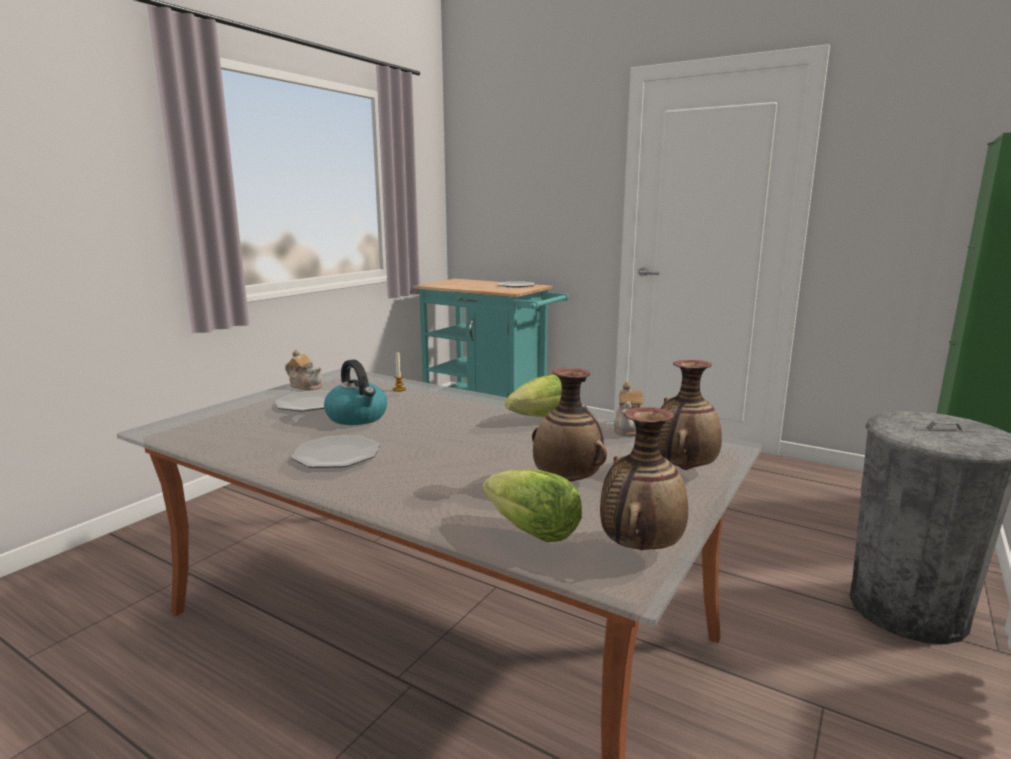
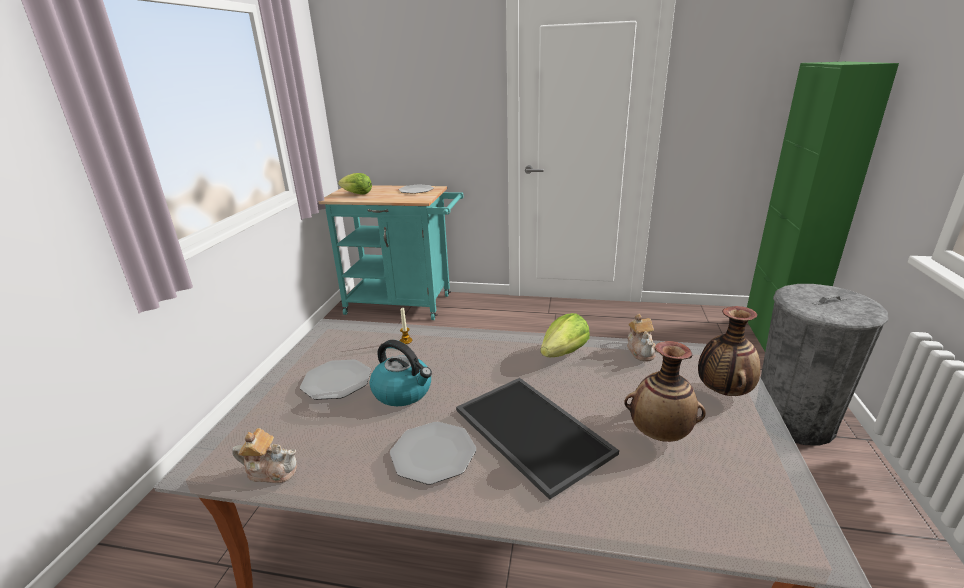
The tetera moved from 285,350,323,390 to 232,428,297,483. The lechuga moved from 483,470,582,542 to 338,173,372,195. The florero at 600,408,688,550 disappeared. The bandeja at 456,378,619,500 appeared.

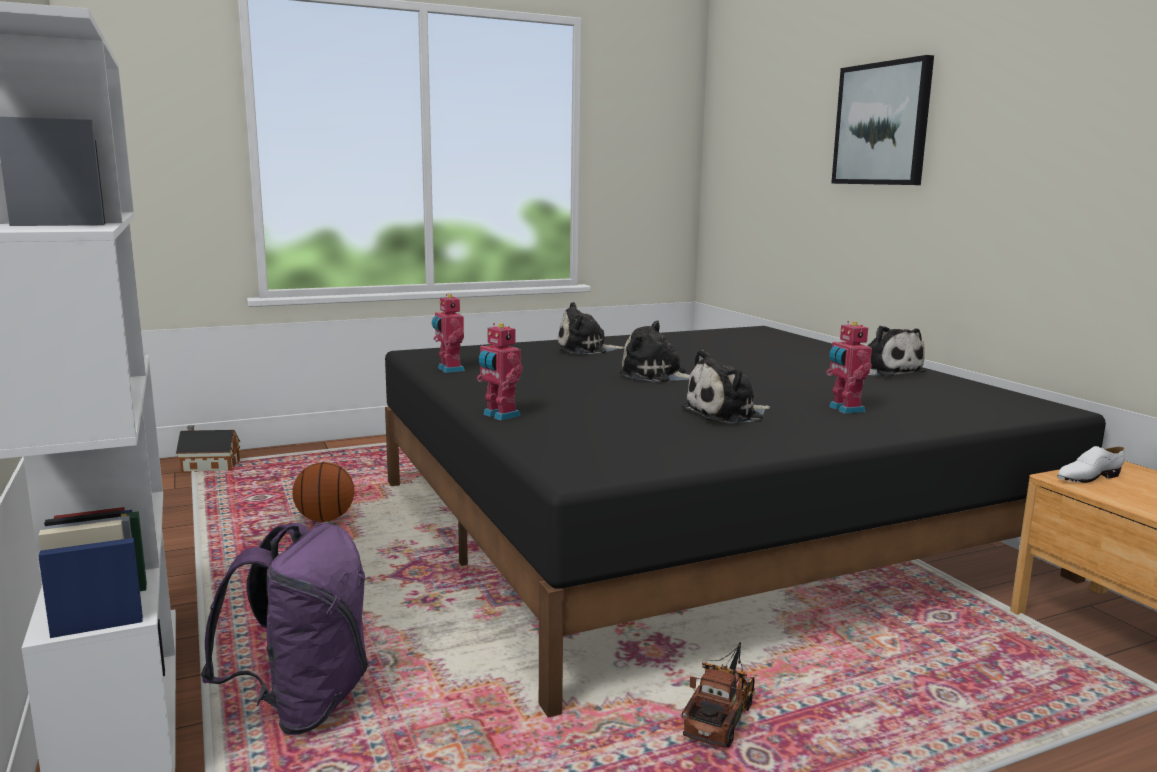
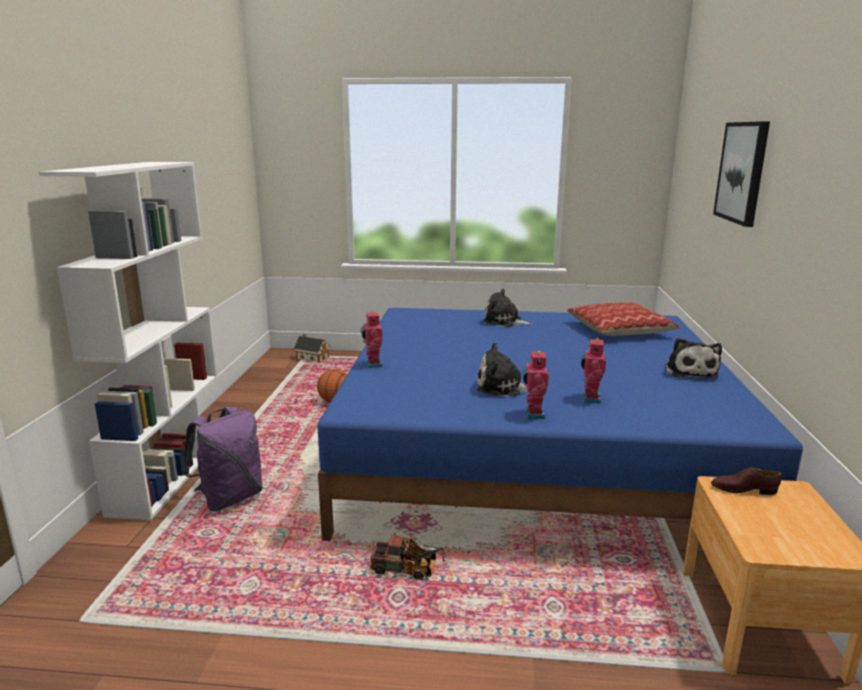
The cama [negro] at 385,326,1106,718 became the cama [azul] at 317,308,803,541. The robot de juguete moved from 432,294,465,373 to 522,349,549,419. The peluche at 619,321,690,382 disappeared. The camión de juguete at 682,642,755,748 turned 45 degrees clockwise. The zapato [blanco] at 1057,446,1125,483 became the zapato [marrón] at 711,467,782,495. The cojín at 567,302,681,336 appeared.

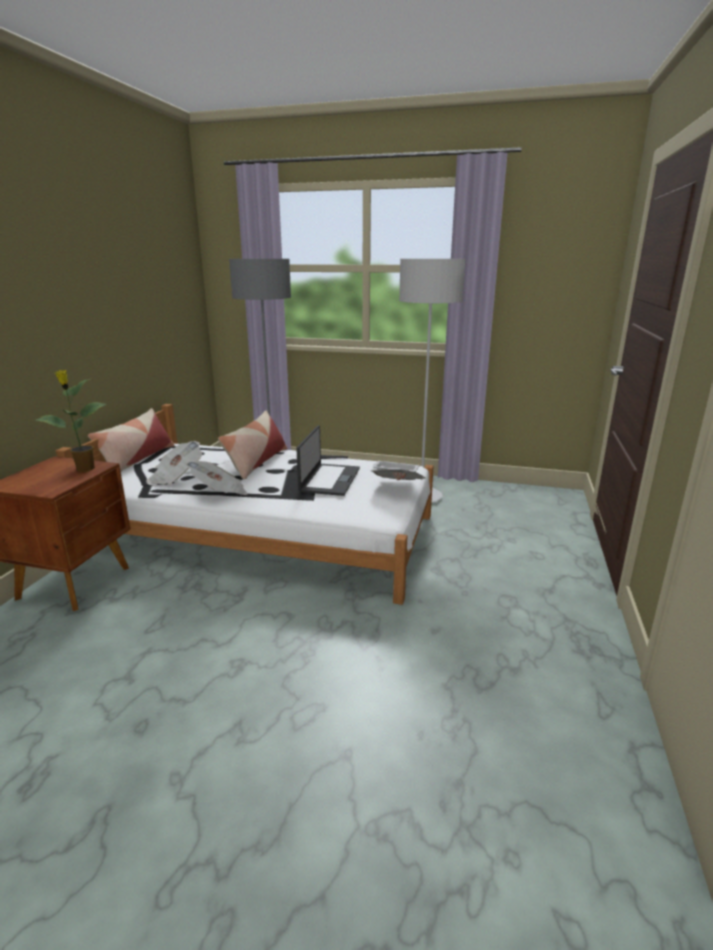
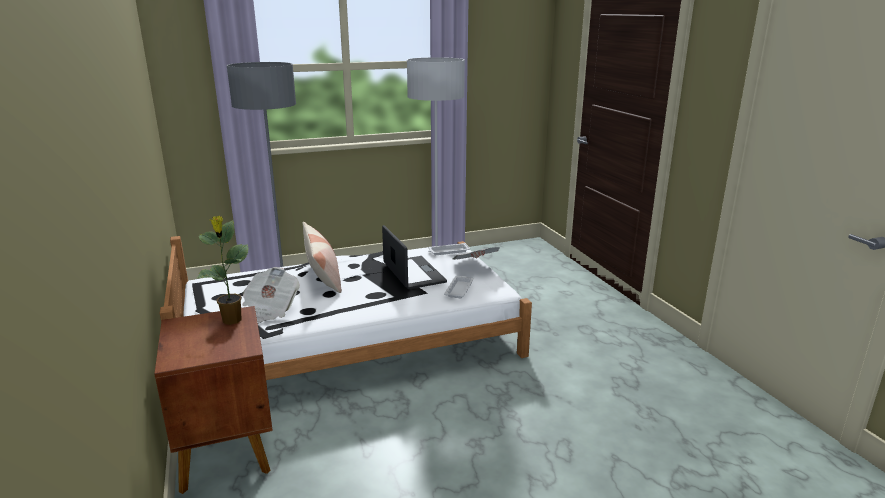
The cojín at 88,408,175,472 disappeared. The periódico at 185,461,248,495 disappeared. The bandeja [blanco] at 444,276,474,298 appeared.

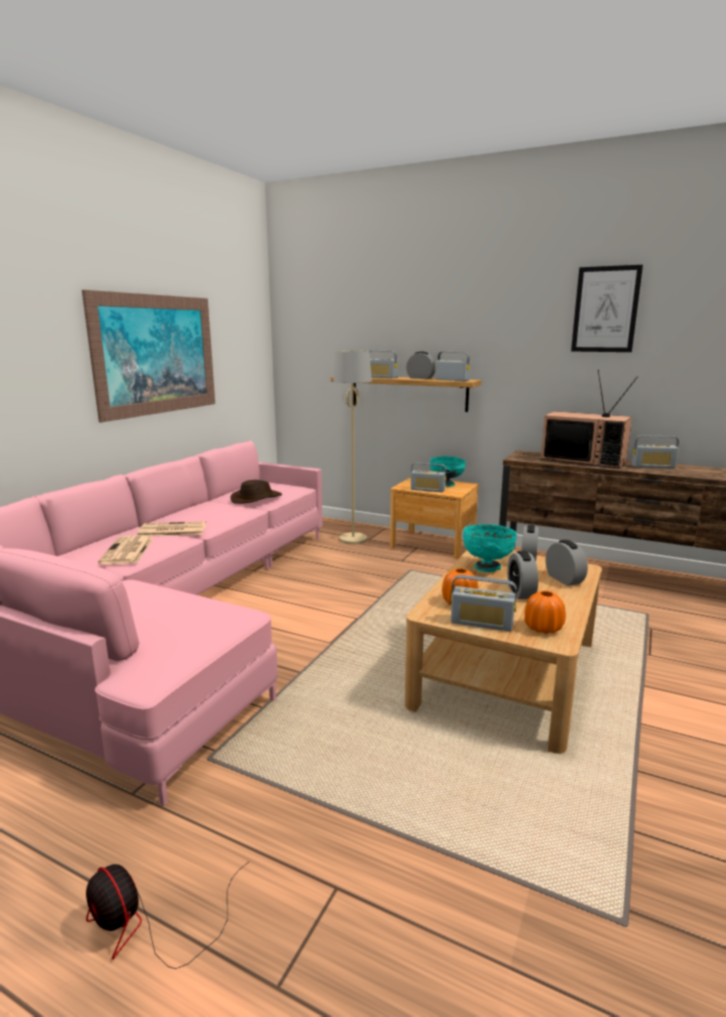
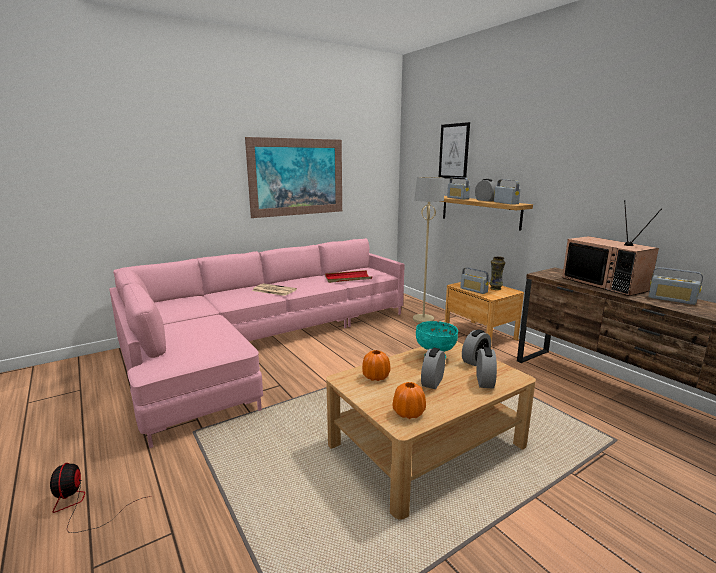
The periódico at 98,535,153,564 disappeared. The sombrero [marrón] at 230,480,282,504 was replaced by the bandeja [rojo] at 325,270,372,283. The cuenco [turquesa] at 430,456,466,486 was replaced by the florero at 489,257,505,290. The radio at 451,575,517,631 disappeared. The cuadro moved from 571,265,643,352 to 439,122,470,179.

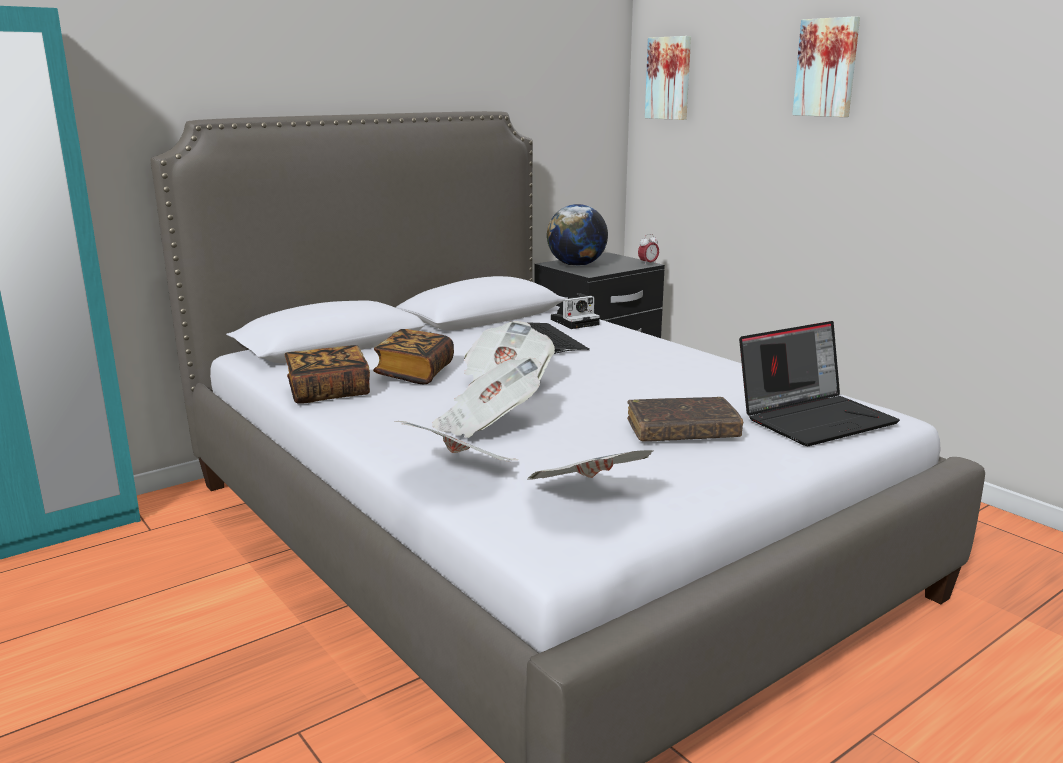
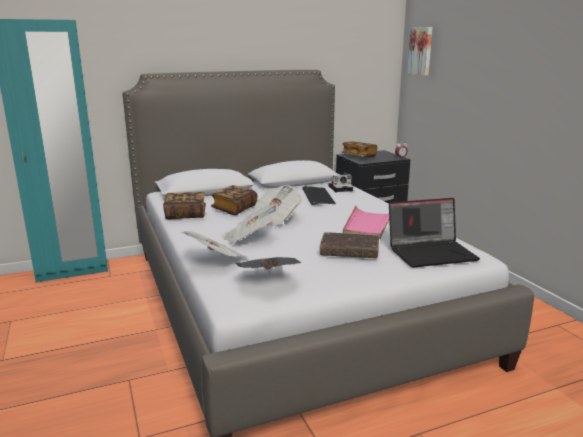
The globo terráqueo at 547,204,608,266 was replaced by the libro at 342,142,377,157. The cuadro at 792,16,860,117 disappeared. The bandeja [rosa] at 343,206,389,239 appeared.

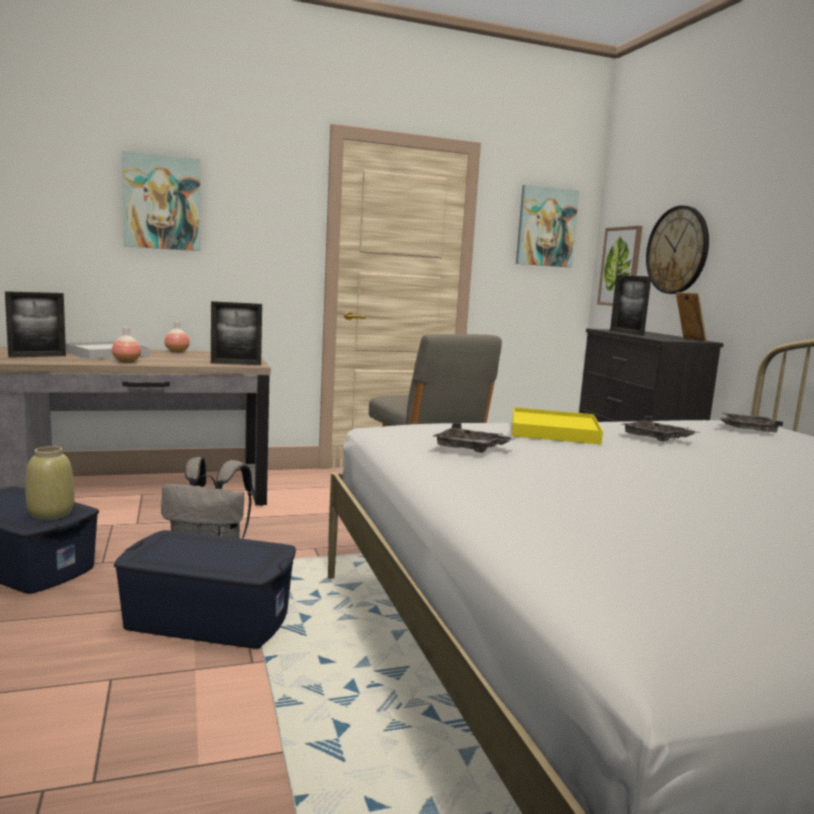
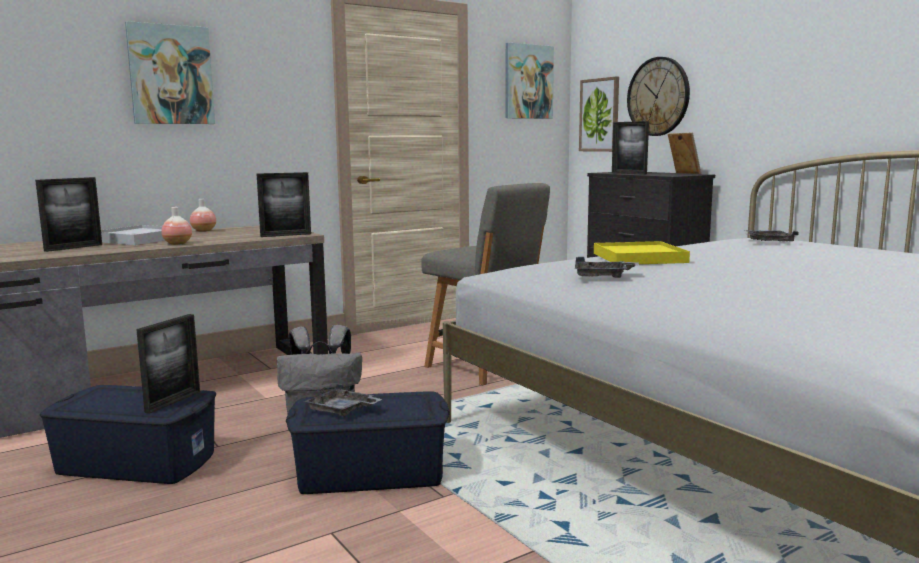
The florero [beis] at 25,446,74,520 was replaced by the portarretratos at 136,314,200,414. The bandeja [gris] moved from 621,416,700,442 to 304,384,382,416.

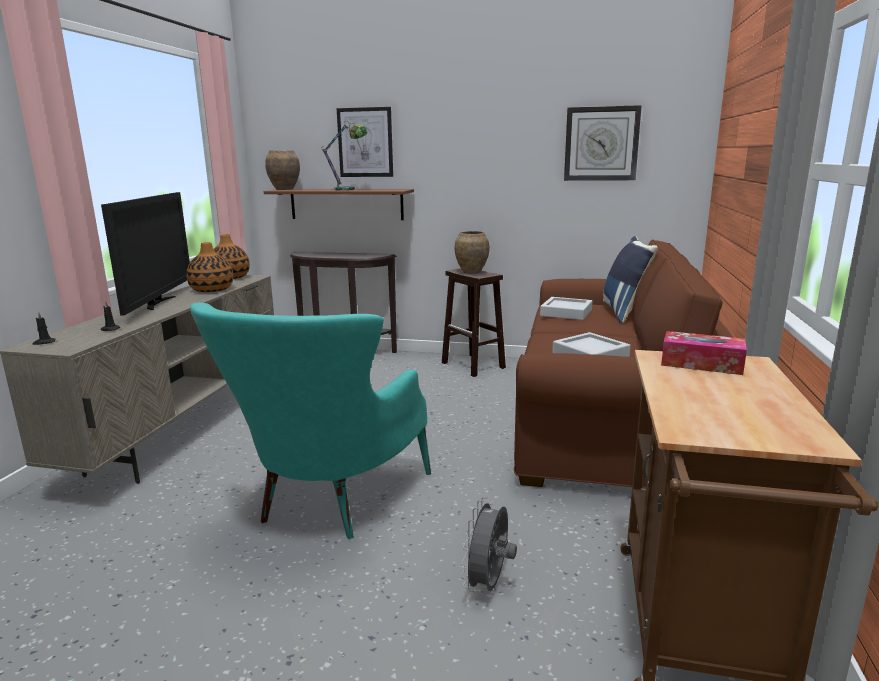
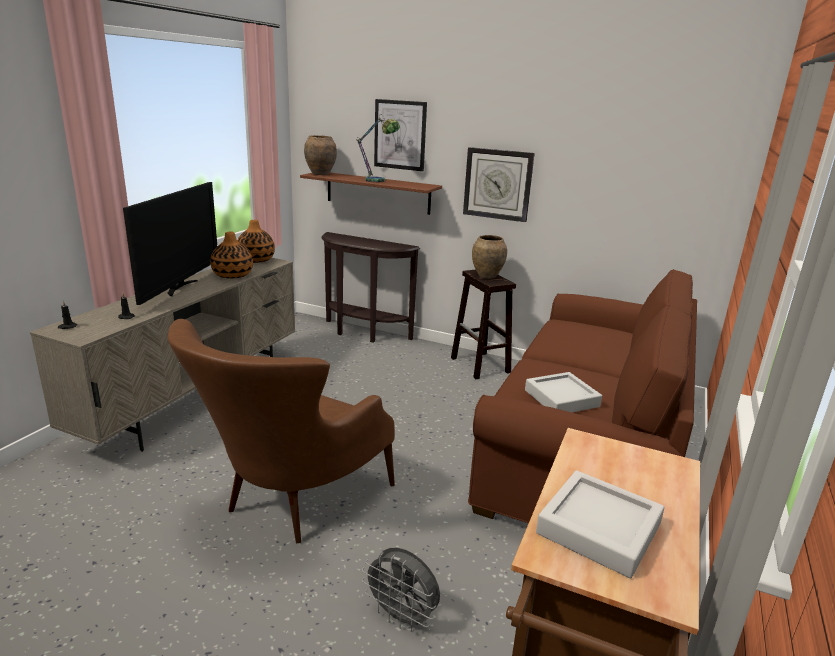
The sillón [turquesa] at 190,303,431,539 became the sillón [marrón] at 168,319,395,543. The ventilador [gris] at 461,497,517,592 turned 90 degrees counterclockwise. The bandeja [gris] moved from 540,297,592,320 to 536,470,664,578. The reloj de pared moved from 564,105,642,181 to 463,147,535,222. The cojín [azul] at 603,236,658,323 disappeared. The caja de pañuelos at 661,331,747,375 disappeared.

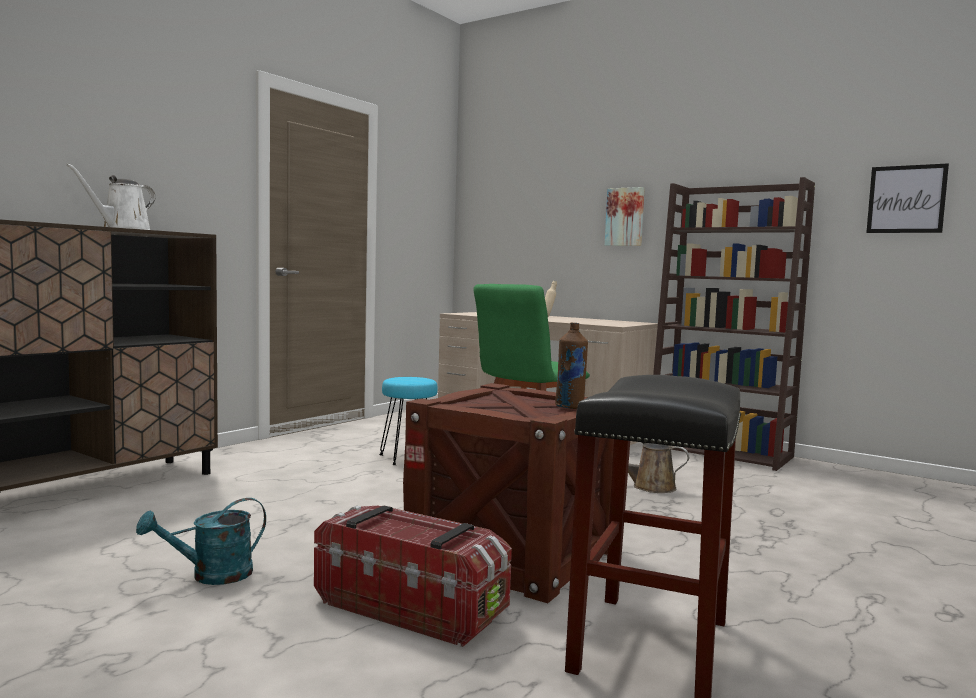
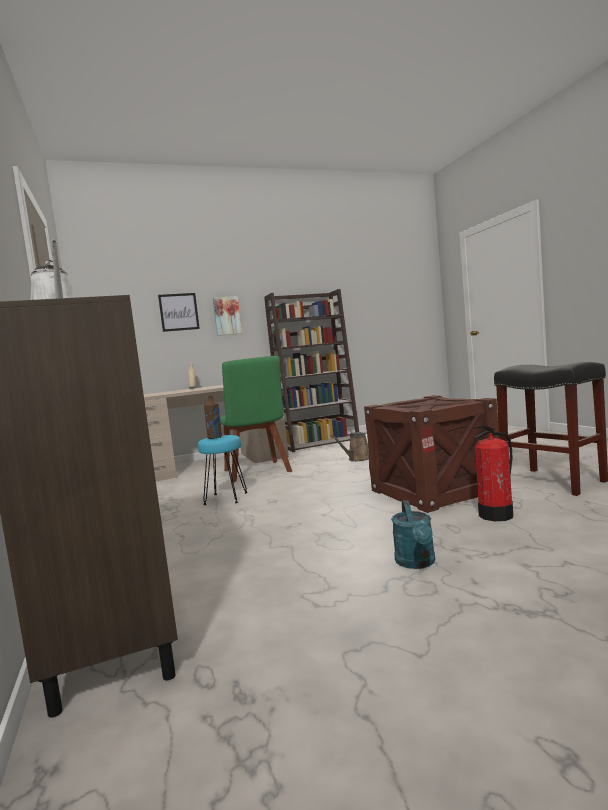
The caja de almacenaje at 314,506,512,647 was replaced by the extintor at 473,425,513,521. The botella [marrón] moved from 555,322,588,409 to 204,395,222,439. The cuadro moved from 866,163,949,233 to 158,293,200,332.

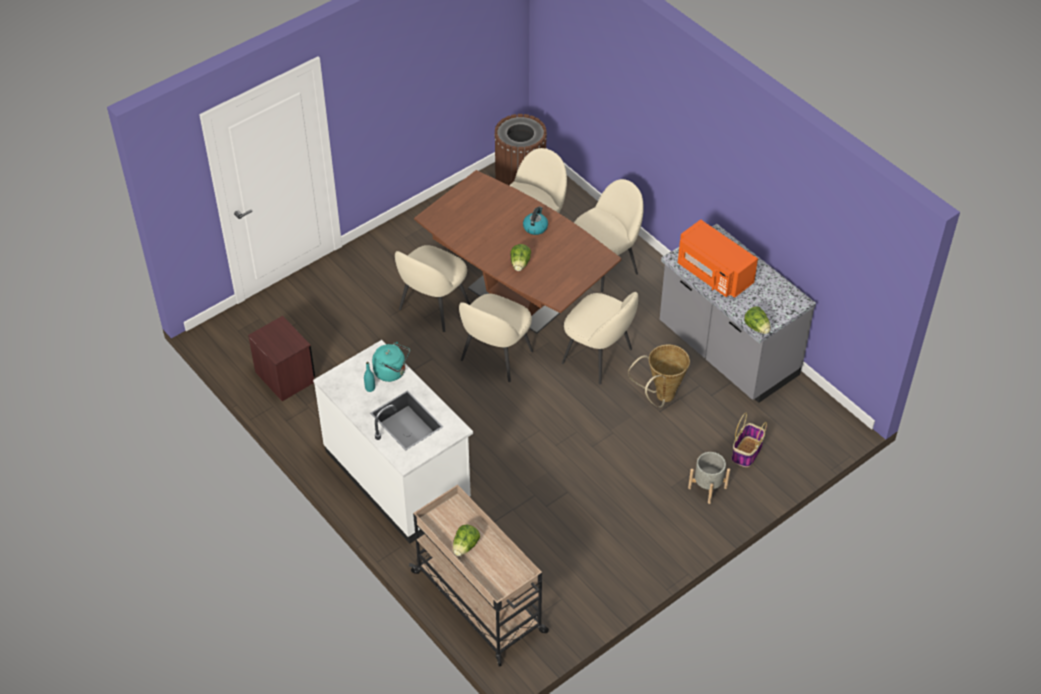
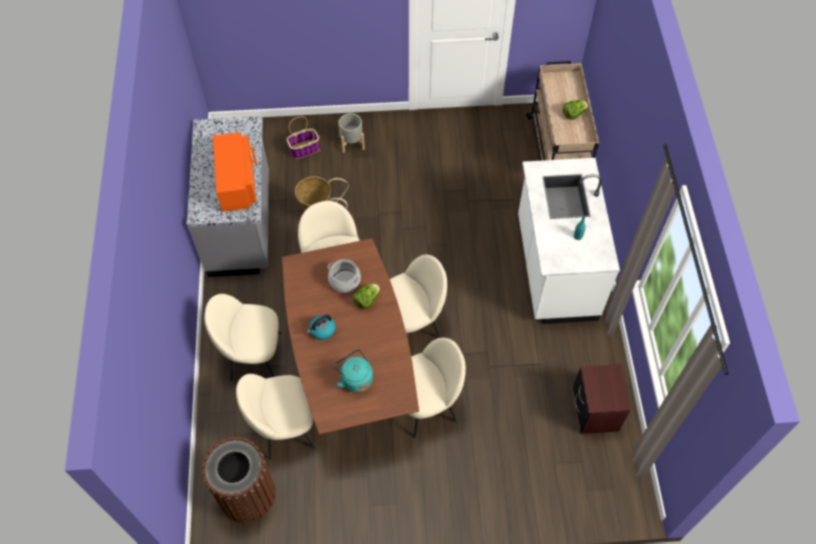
The hervidor [turquesa] moved from 372,342,410,382 to 334,349,373,393. The lechuga at 744,307,771,334 disappeared. The olla at 328,259,361,293 appeared.

